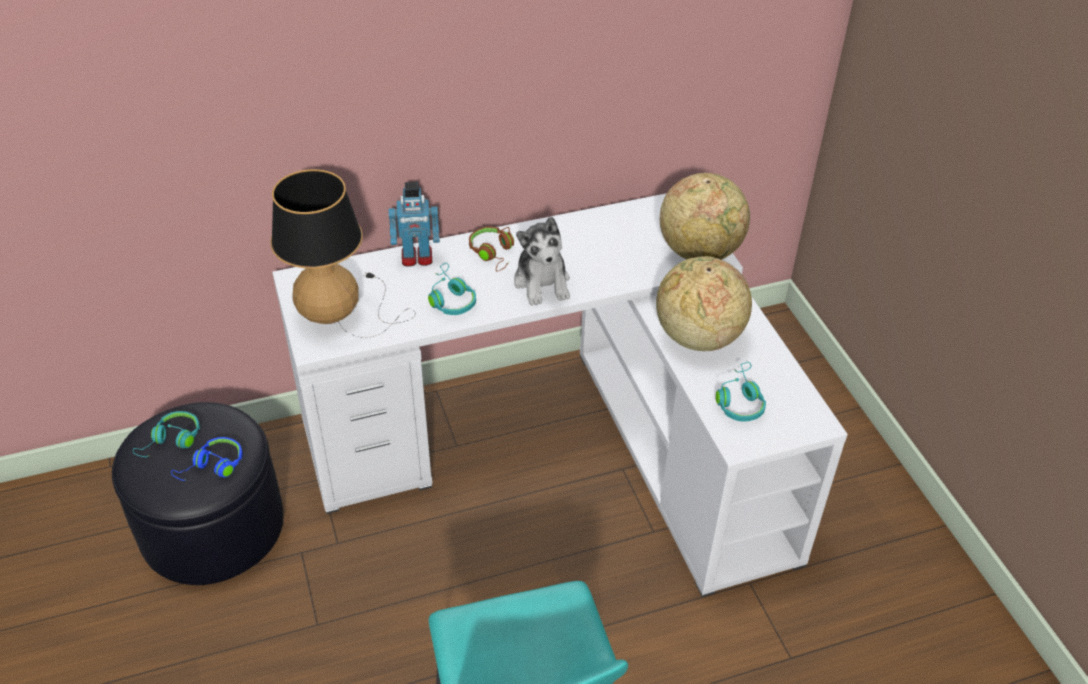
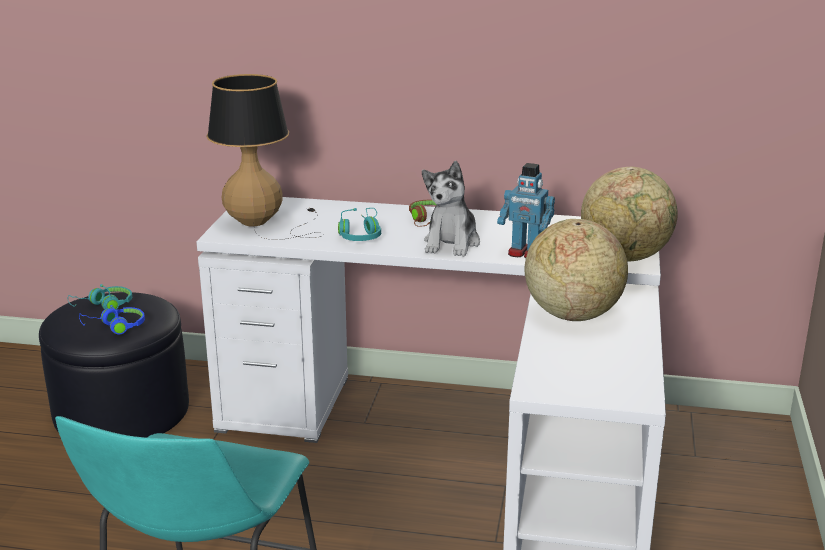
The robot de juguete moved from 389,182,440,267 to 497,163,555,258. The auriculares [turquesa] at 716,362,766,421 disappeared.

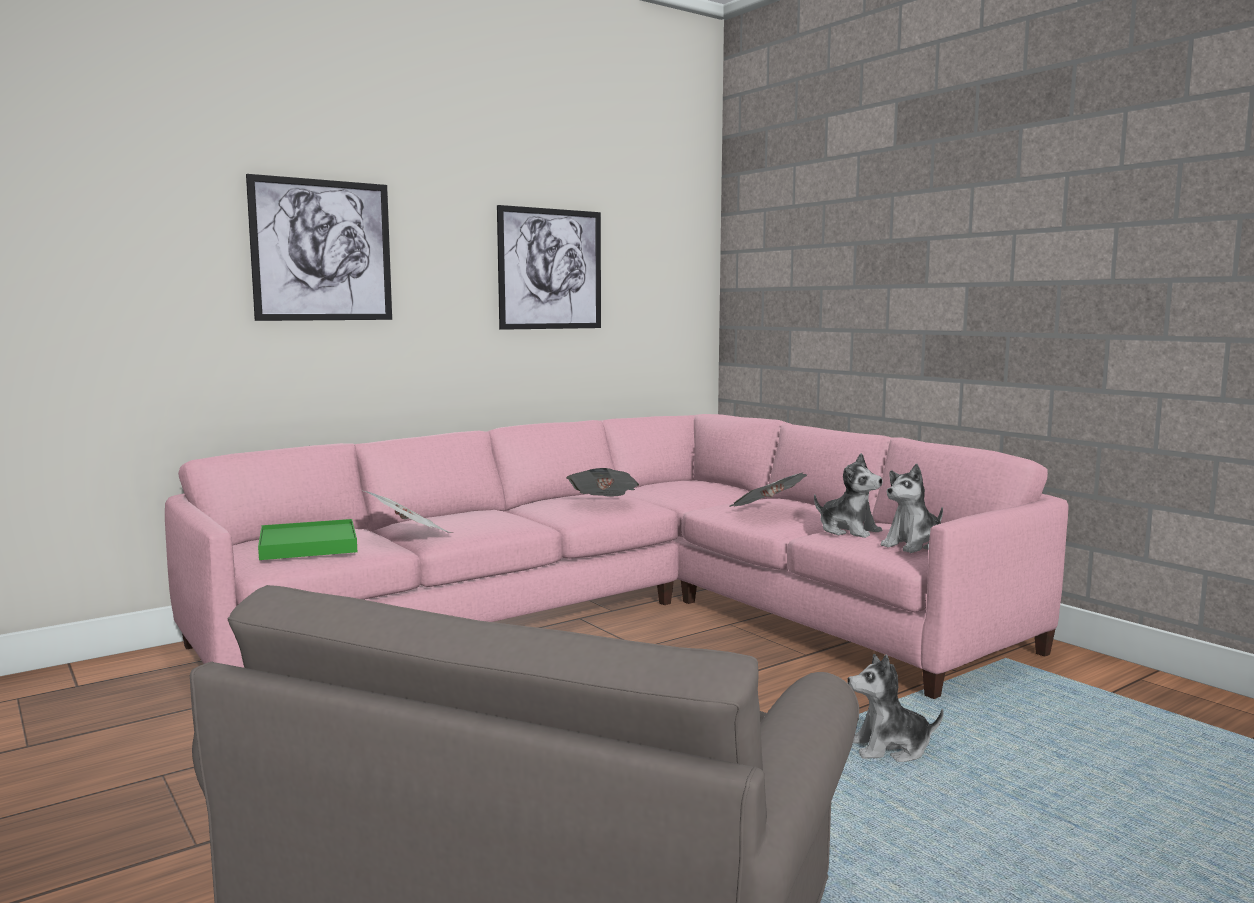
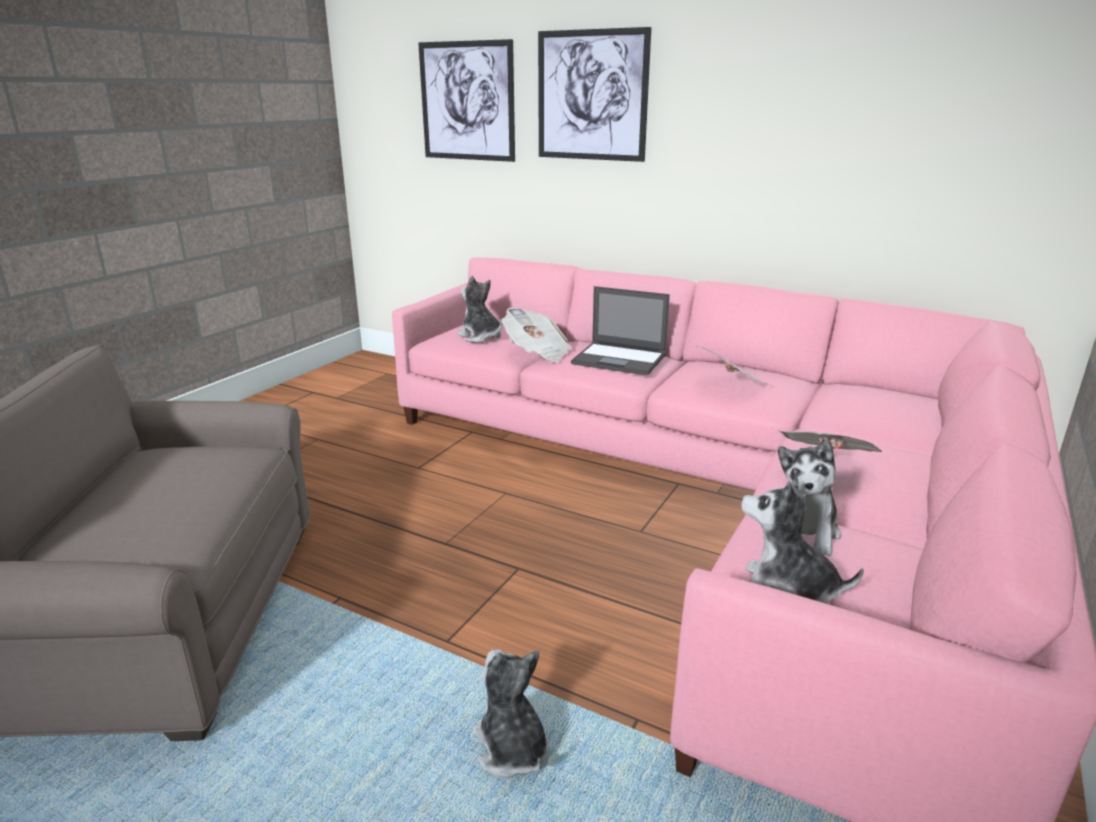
The bandeja [verde] at 258,519,357,560 was replaced by the peluche at 457,275,502,343. The cuadro moved from 497,205,601,330 to 418,39,515,162. The portátil at 571,286,670,376 appeared.

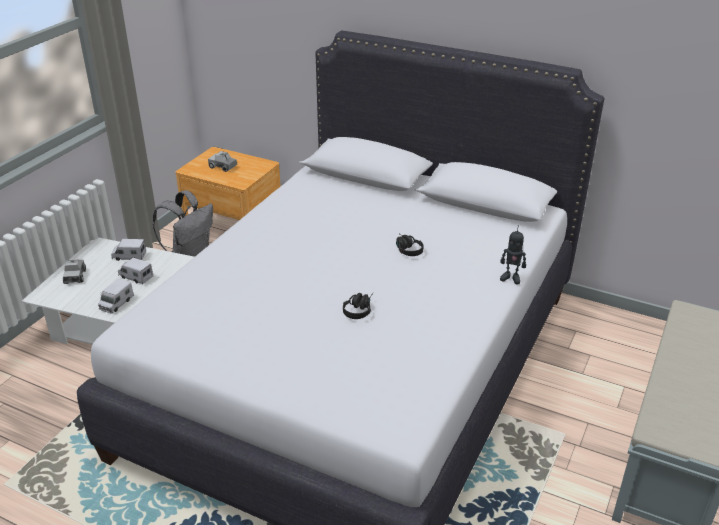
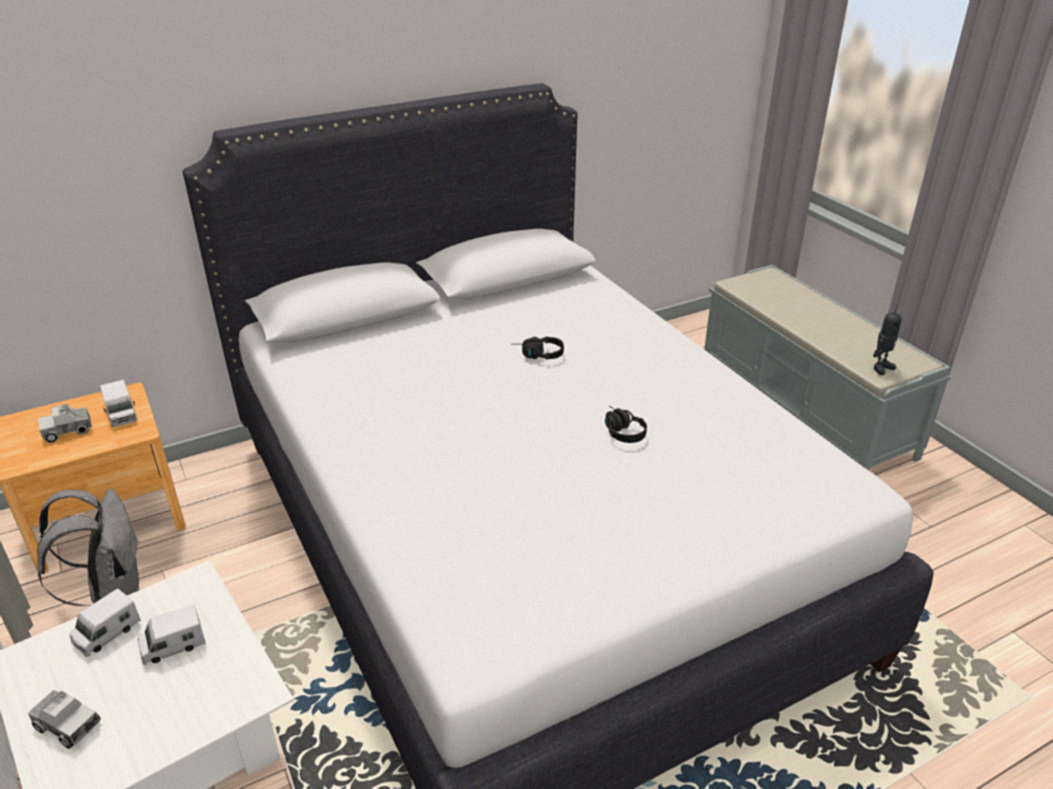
The camión de juguete moved from 98,279,134,314 to 100,380,137,427. The robot de juguete moved from 500,225,526,284 to 873,305,902,375.

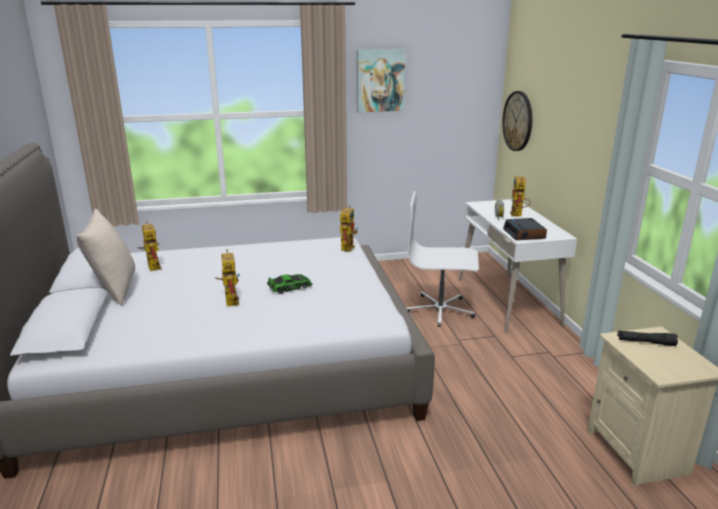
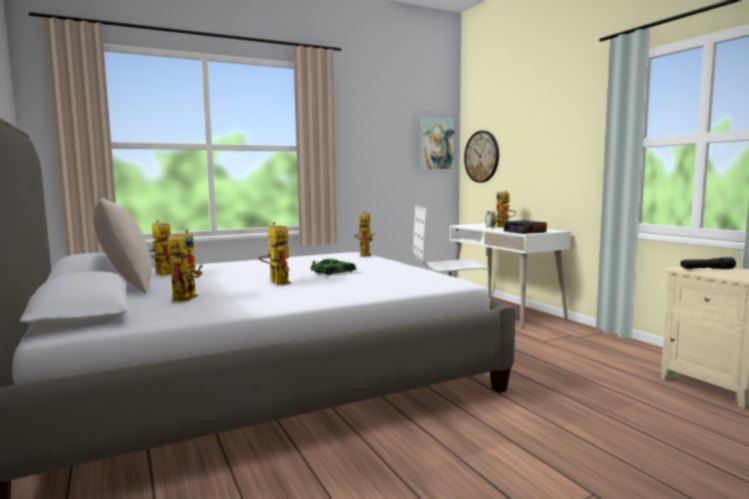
The cuadro moved from 357,49,405,112 to 419,117,455,169. The robot de juguete at 168,230,203,301 appeared.

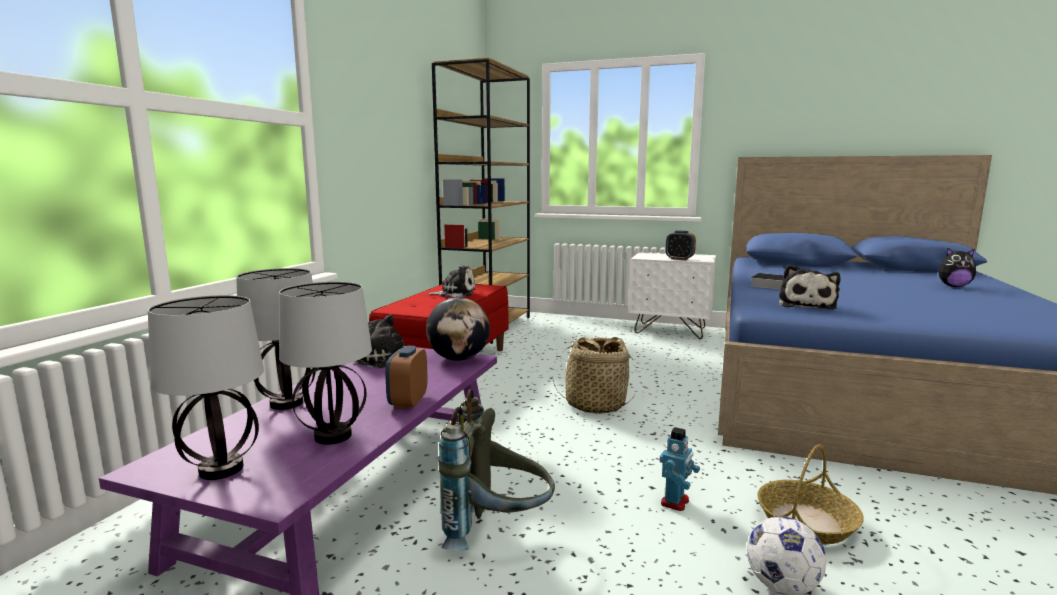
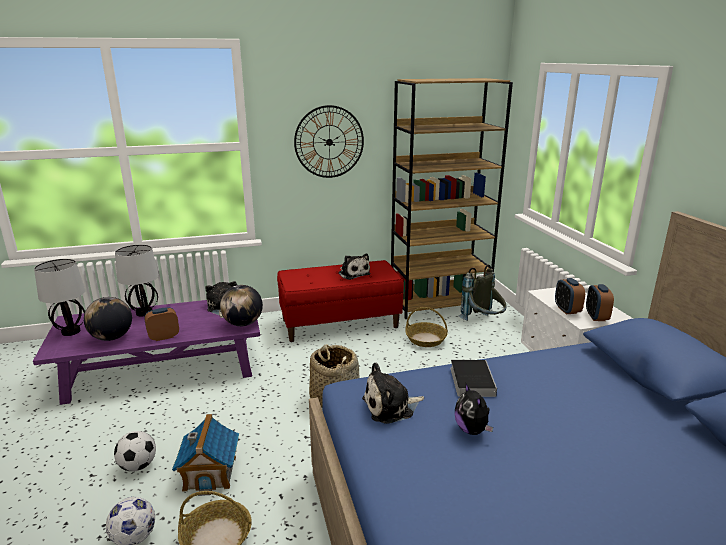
The lámpara de mesa at 279,282,372,445 was replaced by the globo terráqueo at 84,297,132,341. The mochila [gris] moved from 438,389,555,551 to 459,265,507,321. The robot de juguete at 660,427,700,511 was replaced by the casita at 172,414,239,496. The peluche moved from 938,248,976,287 to 455,383,493,435. The balón de fútbol at 114,431,156,472 appeared. The reloj de pared at 294,105,364,178 appeared. The cesta at 405,307,448,347 appeared. The despertador at 586,284,614,321 appeared.

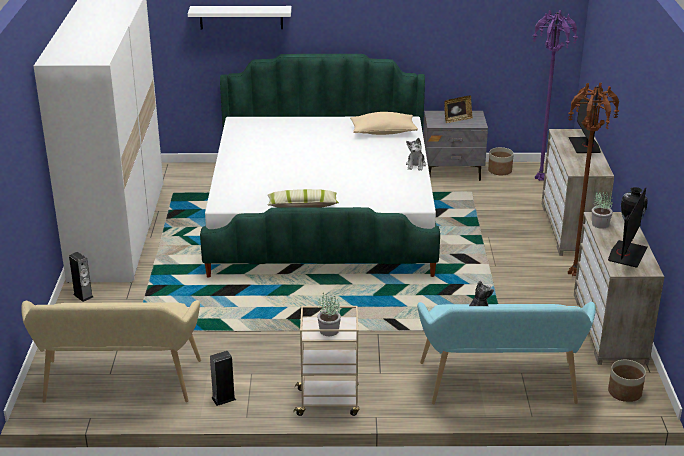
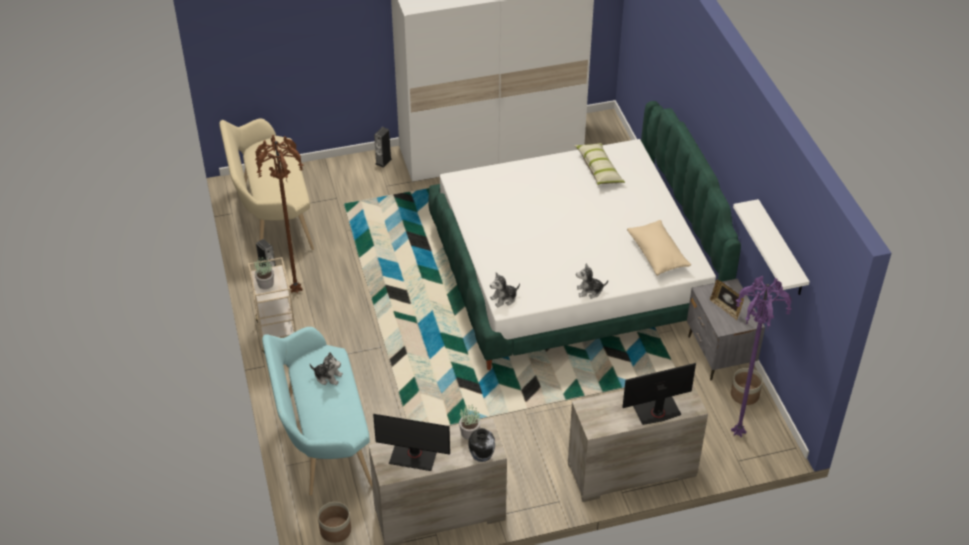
The estante [blanco] moved from 188,6,292,29 to 733,199,810,295. The cojín moved from 268,189,339,208 to 574,143,625,185. The lámpara de pie [marrón] moved from 567,83,619,277 to 255,135,304,294. The peluche at 490,272,520,307 appeared.

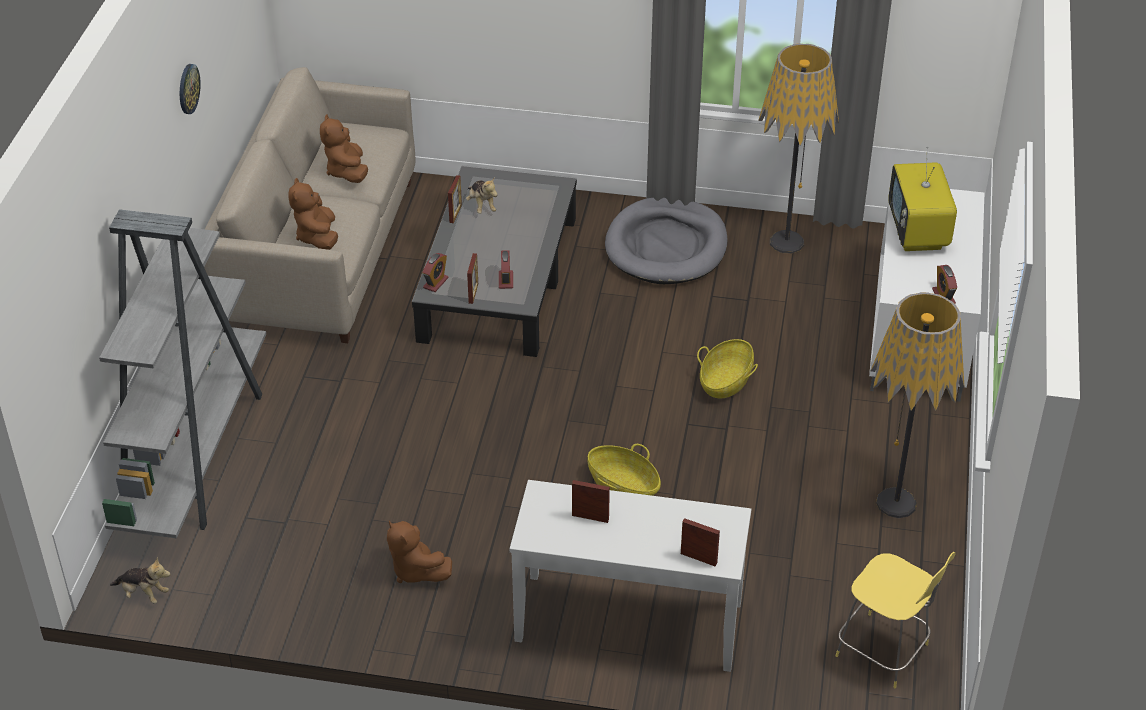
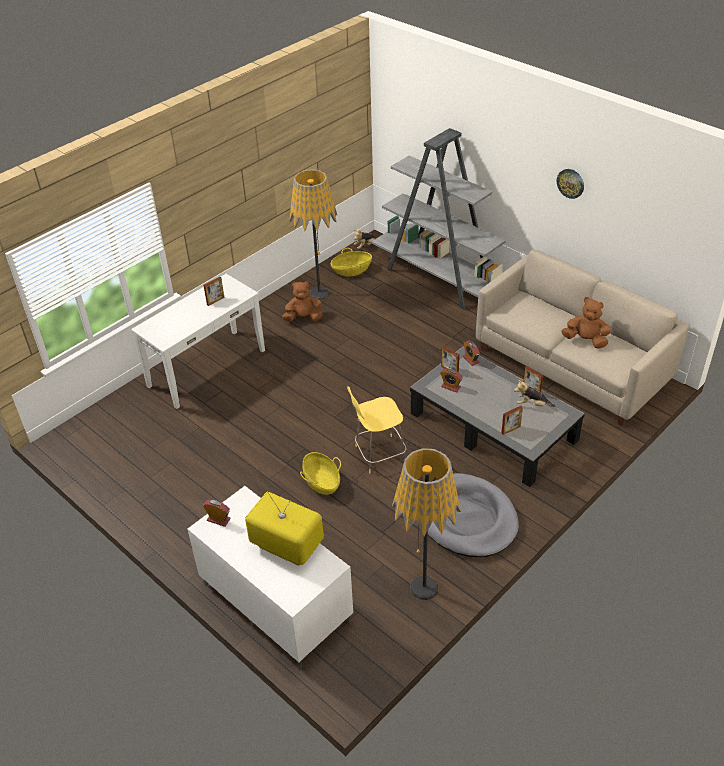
The peluche [marrón] at 289,178,338,250 disappeared. The cesta moved from 588,444,661,496 to 331,248,372,276. The portarretratos moved from 681,518,720,566 to 501,406,523,435. The taburete [amarillo] moved from 835,552,956,688 to 347,386,406,474. The lámpara de pie moved from 871,292,965,518 to 289,170,337,300.

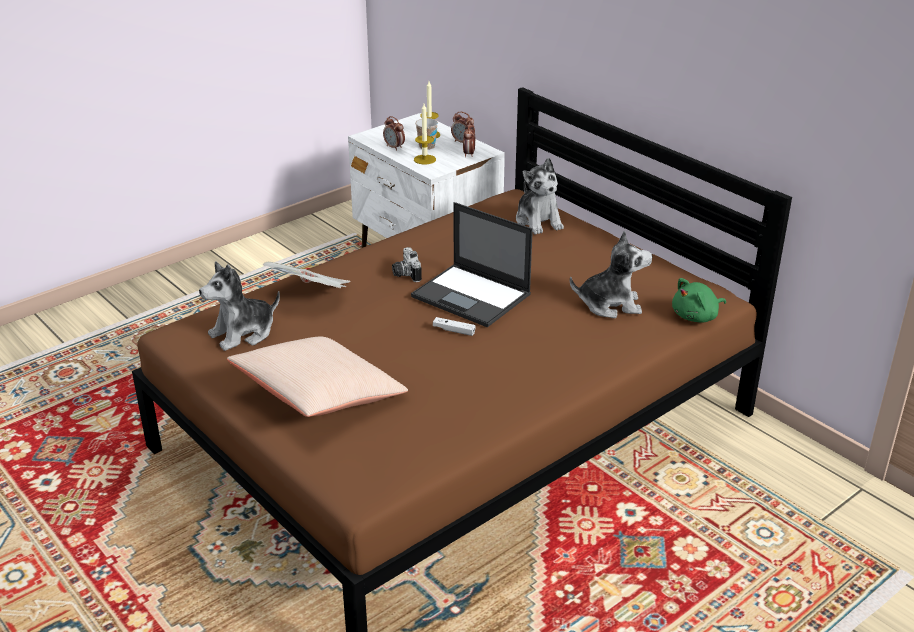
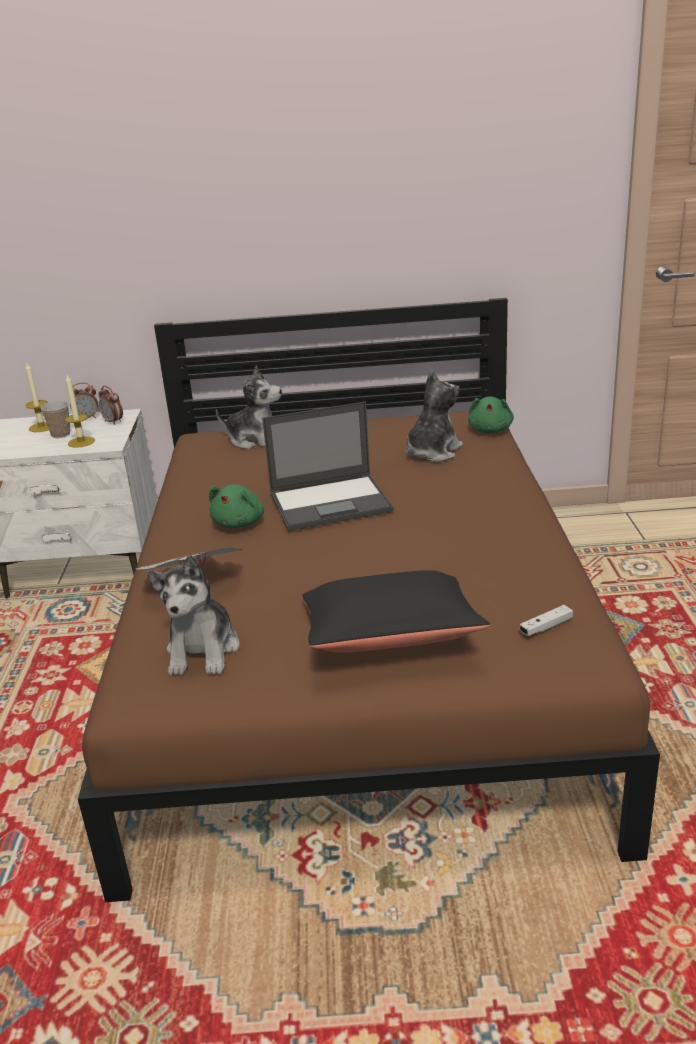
The cojín [beis] at 227,337,408,417 became the cojín [negro] at 302,570,490,653. The despertador at 383,116,405,151 disappeared. The cámara at 392,247,422,282 was replaced by the peluche [verde] at 209,484,264,528. The mando de consola [blanco] moved from 433,317,476,336 to 520,605,573,636.

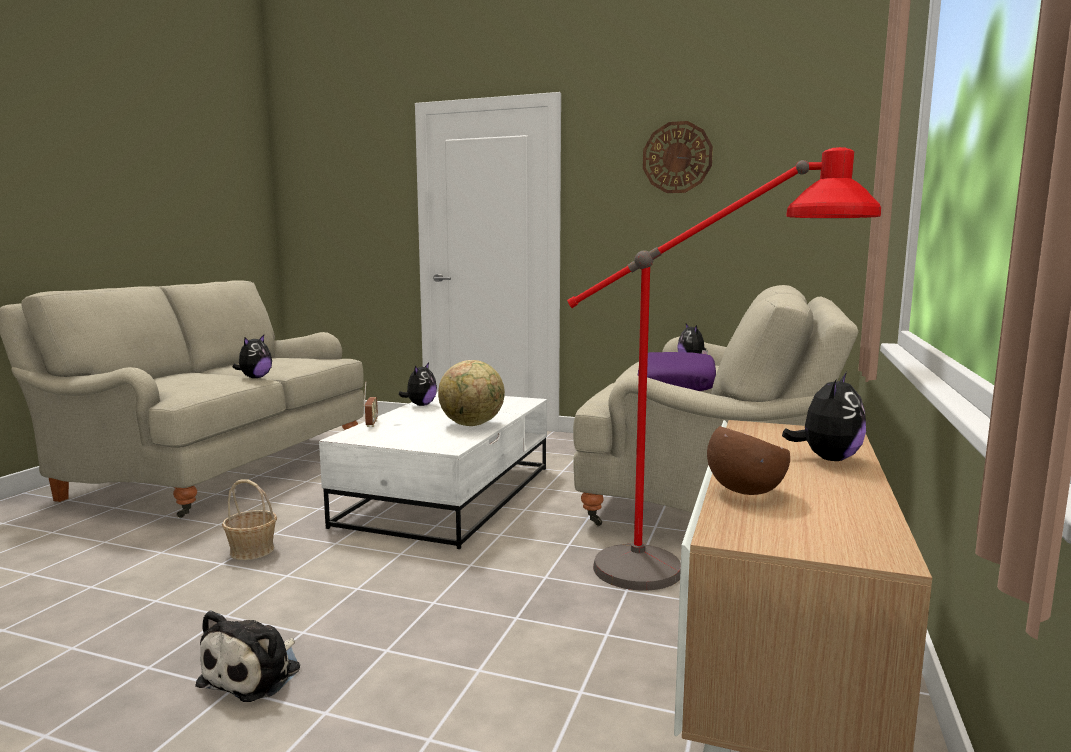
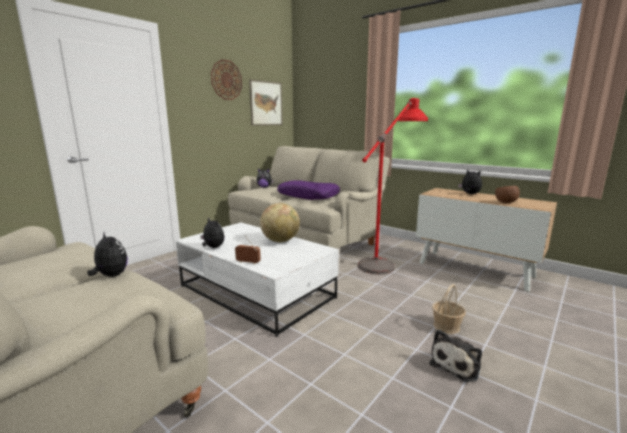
The peluche at 195,610,300,702 turned 90 degrees clockwise. The cesta moved from 222,480,277,560 to 432,284,466,334. The cuadro at 249,79,283,126 appeared.

